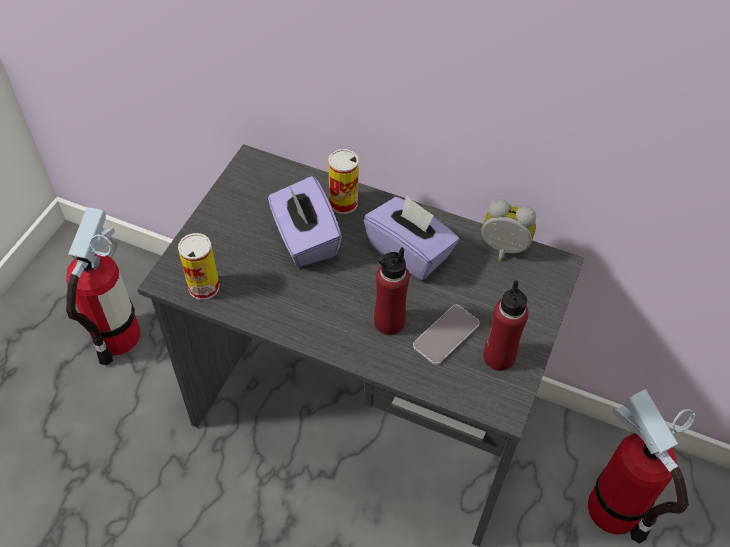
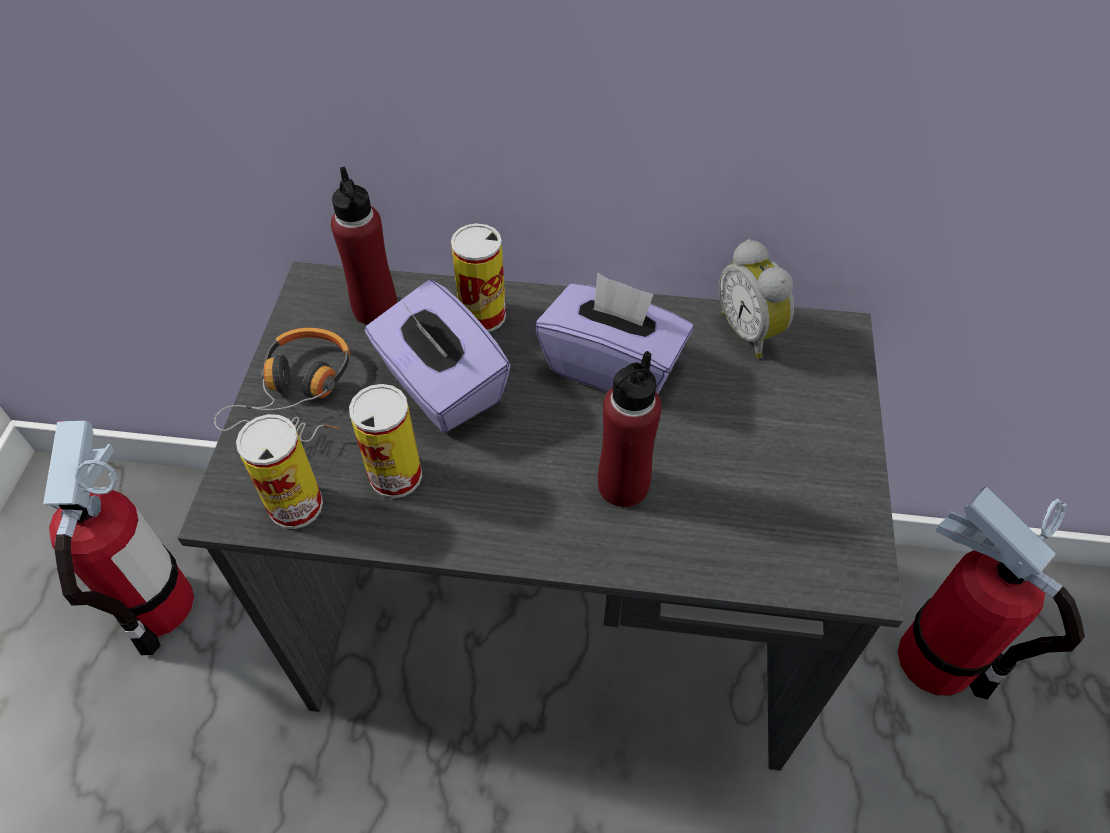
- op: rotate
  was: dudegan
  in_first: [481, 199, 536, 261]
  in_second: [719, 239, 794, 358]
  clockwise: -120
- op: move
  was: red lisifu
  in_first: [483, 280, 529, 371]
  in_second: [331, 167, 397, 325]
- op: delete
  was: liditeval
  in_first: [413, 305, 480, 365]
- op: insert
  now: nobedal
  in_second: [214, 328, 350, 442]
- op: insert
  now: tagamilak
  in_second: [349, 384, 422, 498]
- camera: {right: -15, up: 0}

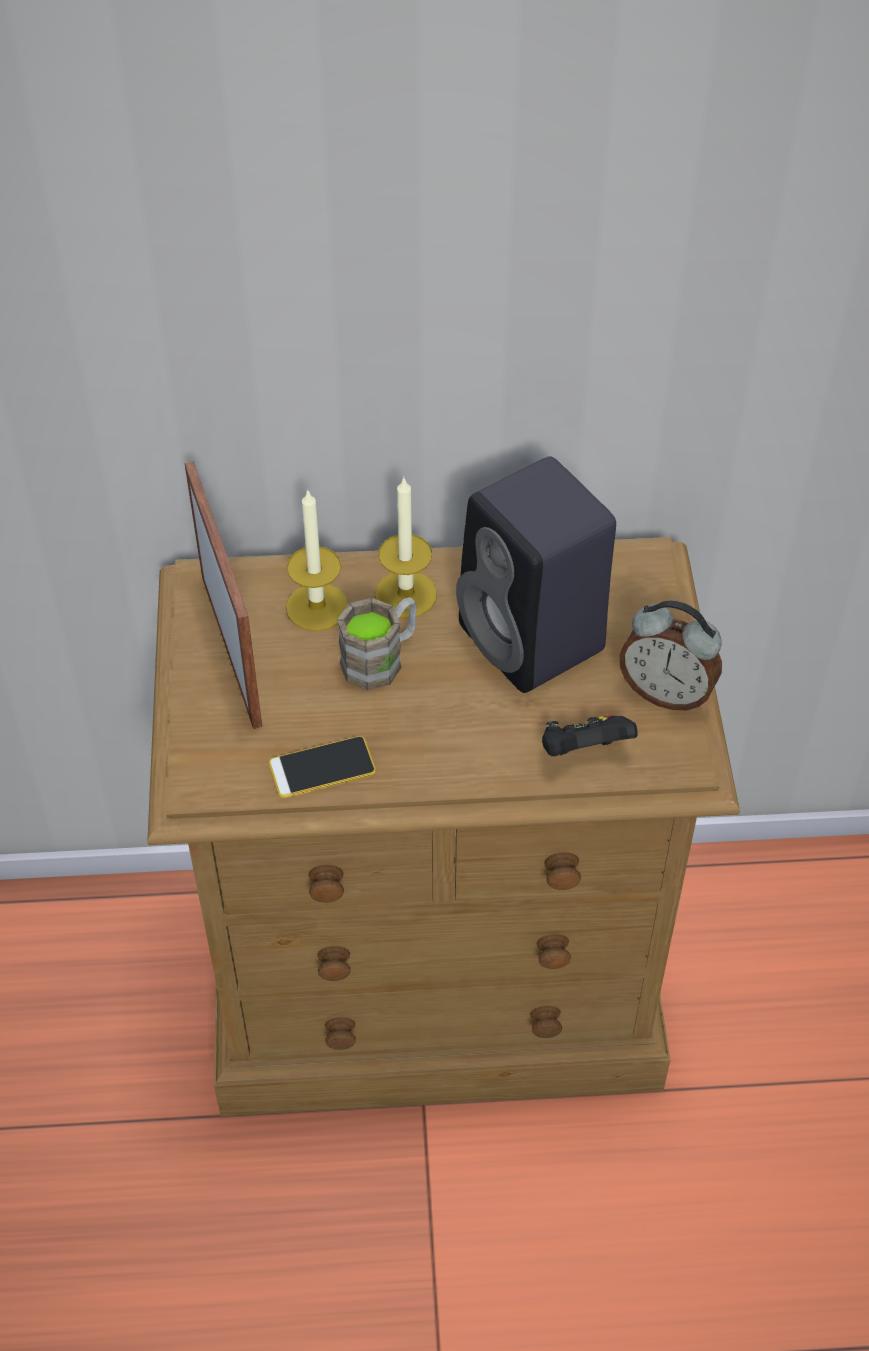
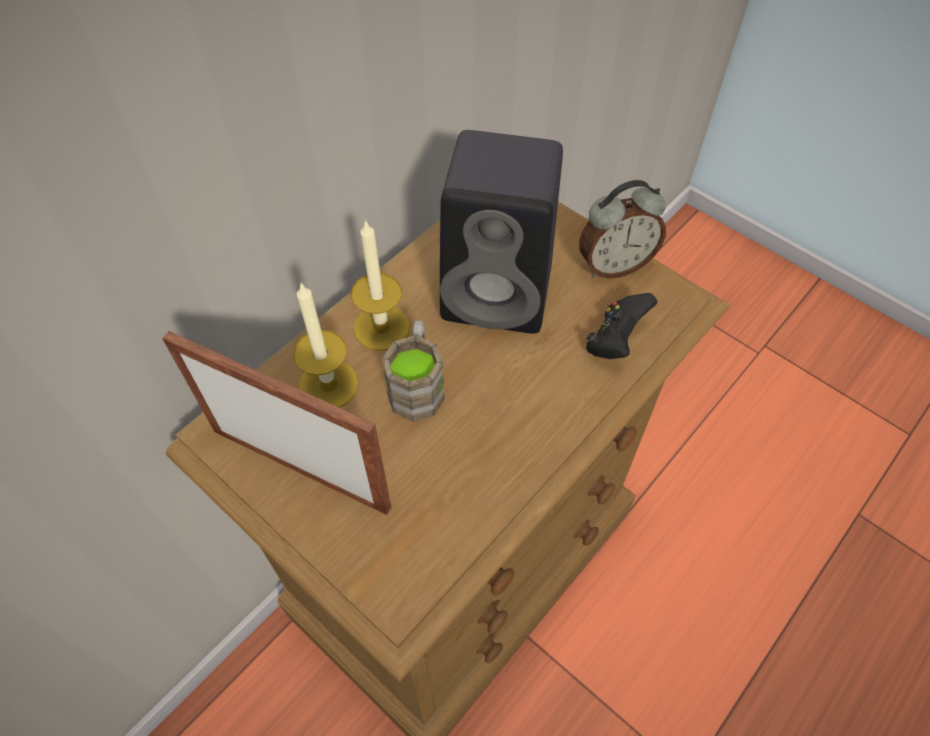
- op: delete
  was: liditeval
  in_first: [268, 736, 376, 798]
- camera: {right: -45, up: 5}

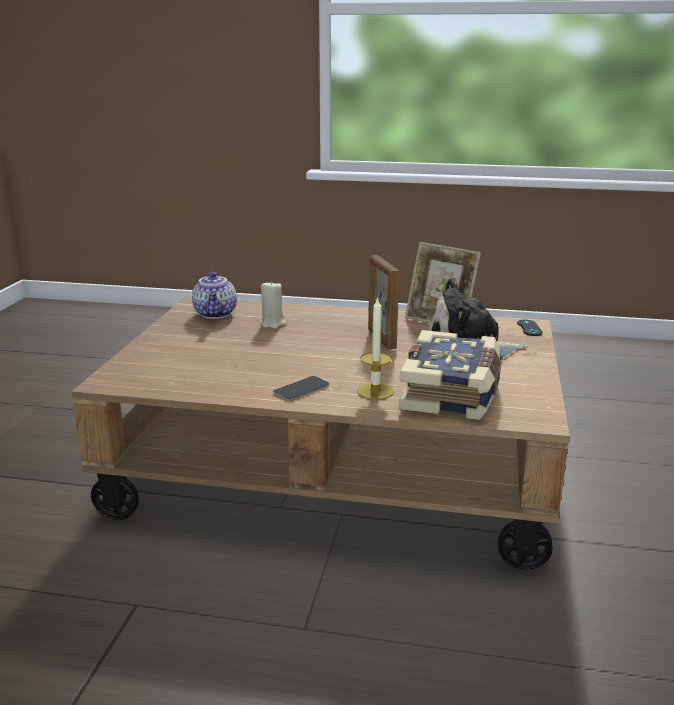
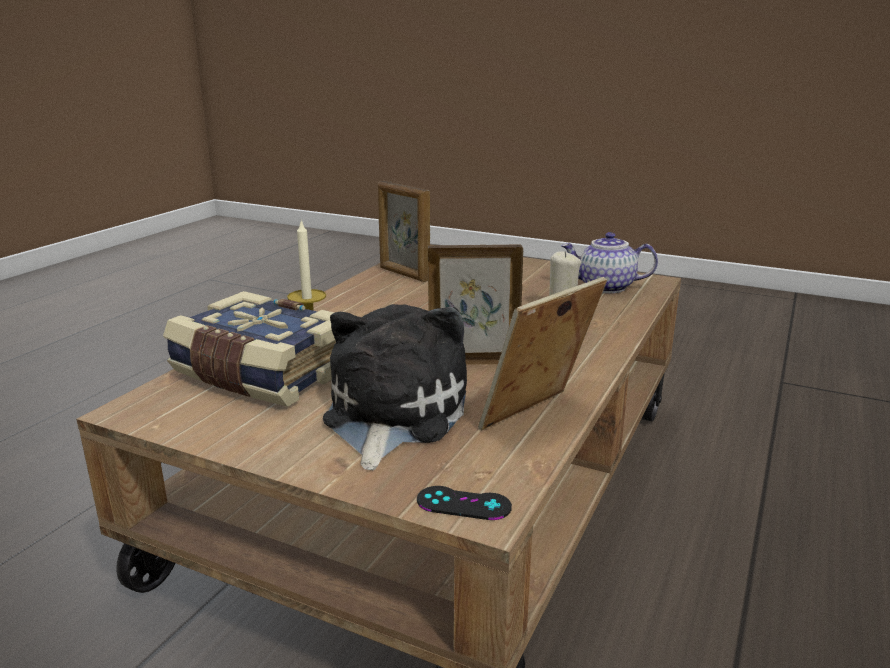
- op: delete
  was: liditeval
  in_first: [273, 376, 329, 401]
- op: insert
  now: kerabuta
  in_second: [378, 181, 430, 282]
- camera: {right: 105, up: 0}

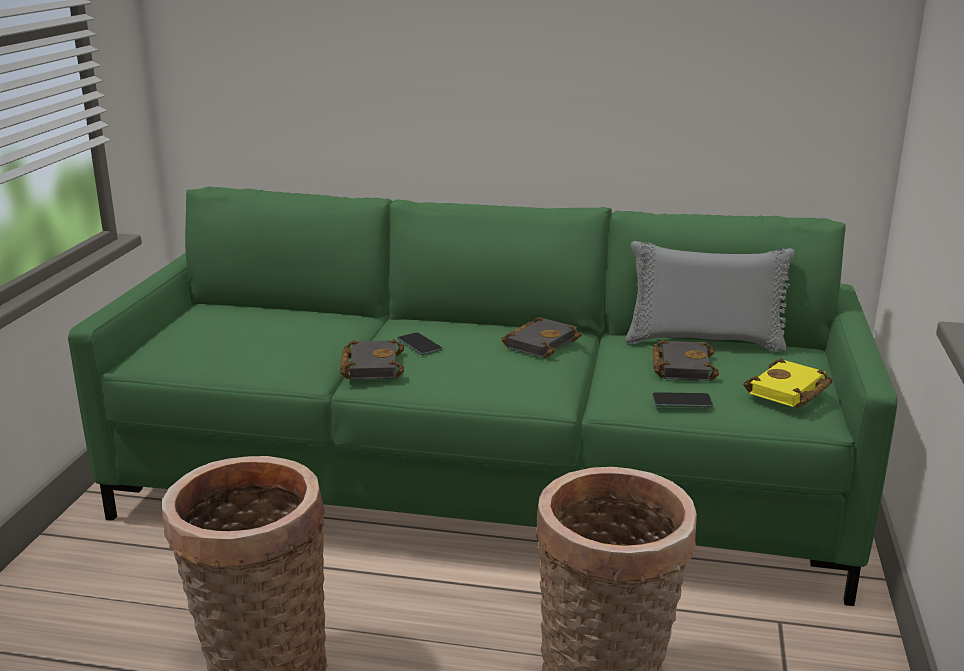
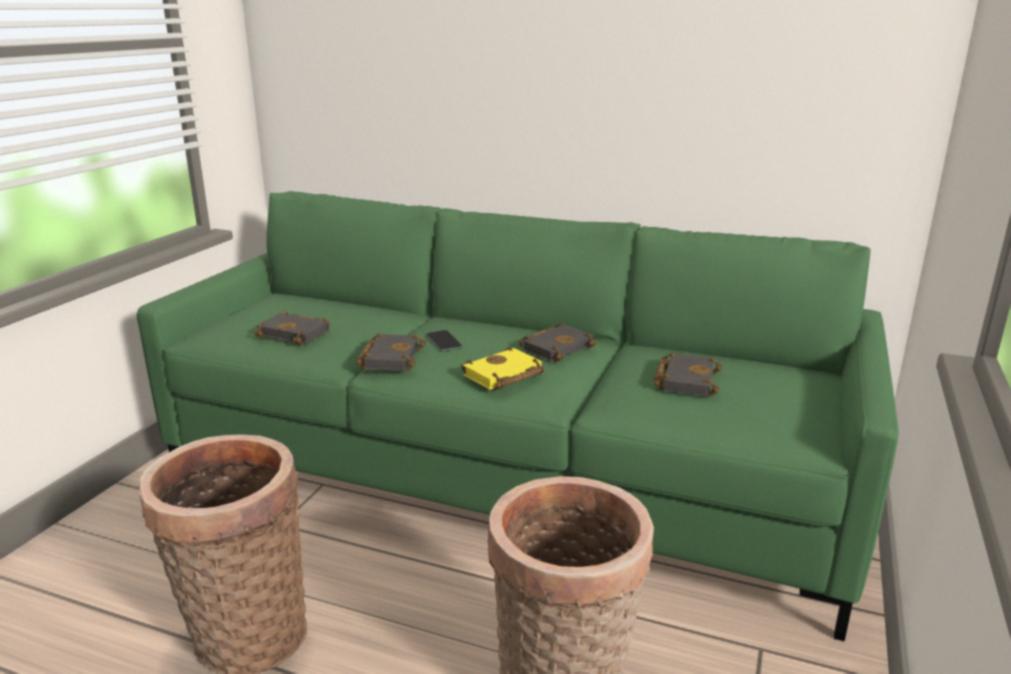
- op: delete
  was: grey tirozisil
  in_first: [625, 241, 795, 353]
- op: move
  was: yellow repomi
  in_first: [743, 358, 833, 408]
  in_second: [461, 346, 545, 391]
- op: delete
  was: liditeval
  in_first: [652, 392, 713, 407]
- op: insert
  now: black repomi
  in_second: [254, 311, 331, 345]
- camera: {right: 10, up: 0}

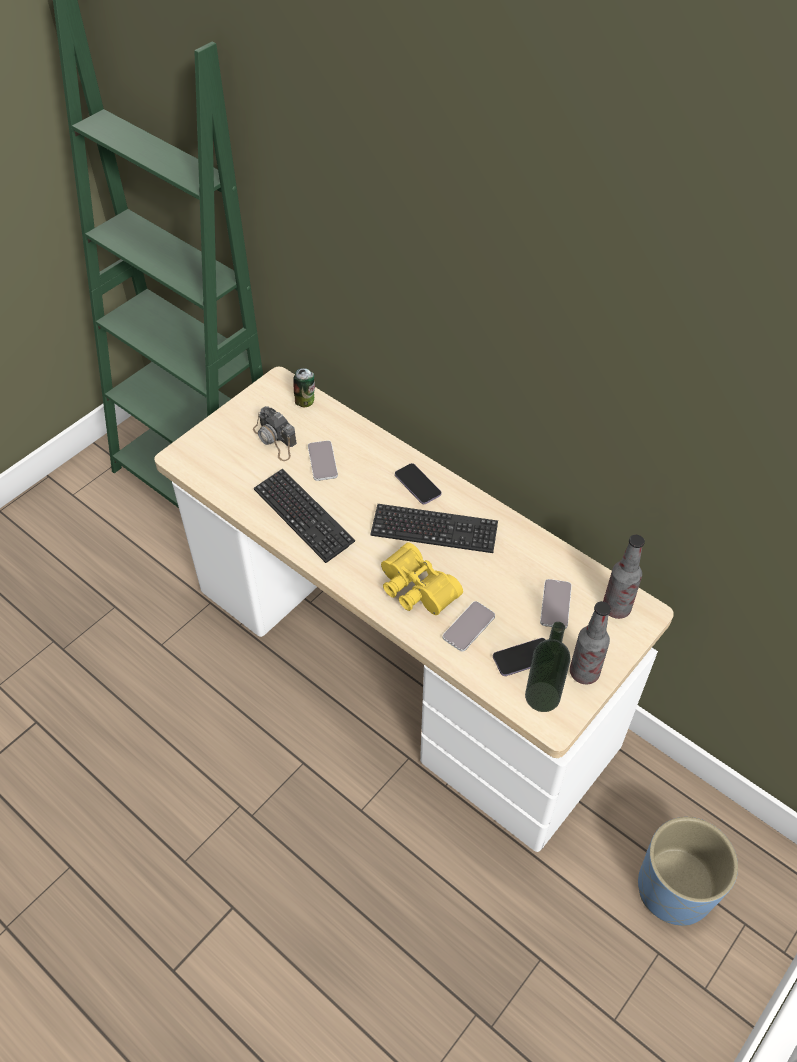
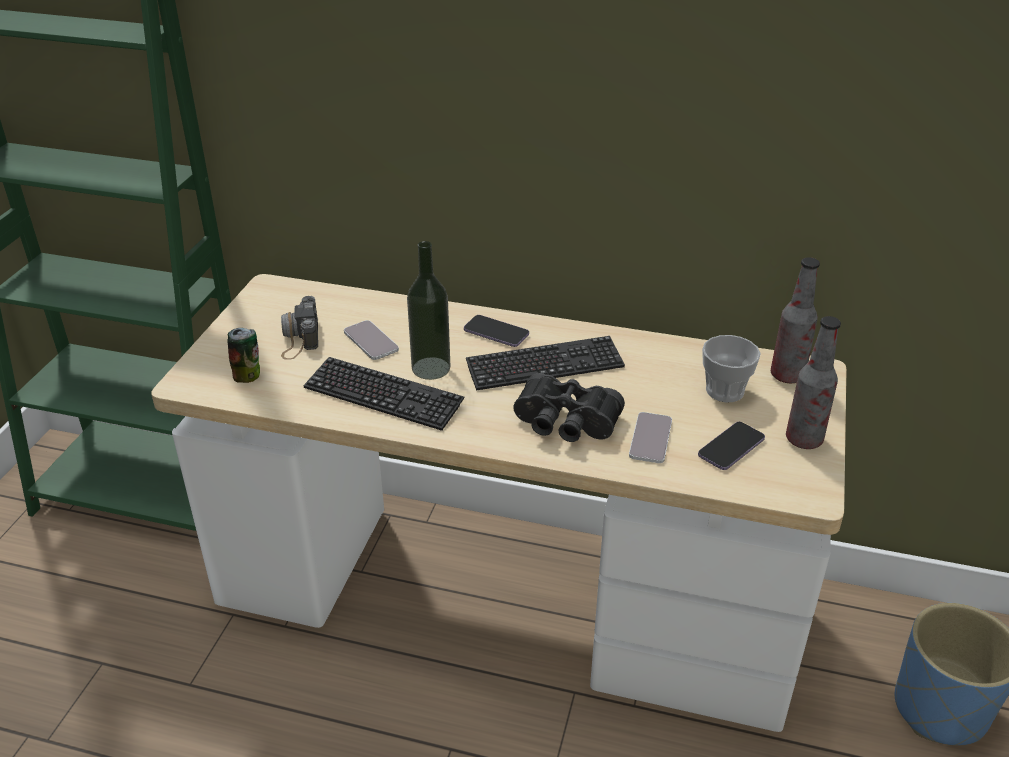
- op: move
  was: tagamilak
  in_first: [293, 368, 315, 407]
  in_second: [227, 328, 260, 383]
- op: rotate
  was: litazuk
  in_first: [253, 406, 297, 461]
  in_second: [281, 296, 318, 360]
  clockwise: 60
- op: recolor
  was: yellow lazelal
  now: black lazelal
  in_first: [381, 542, 463, 615]
  in_second: [513, 373, 625, 442]
- op: replace
  was: liditeval
  now: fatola
  in_first: [540, 579, 572, 629]
  in_second: [702, 335, 761, 402]
- op: move
  was: lisifu
  in_first: [525, 622, 571, 712]
  in_second: [407, 241, 451, 380]
- camera: {right: -25, up: -15}

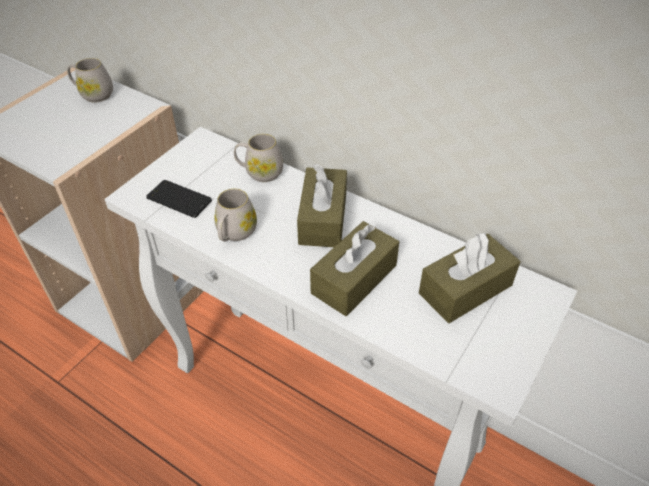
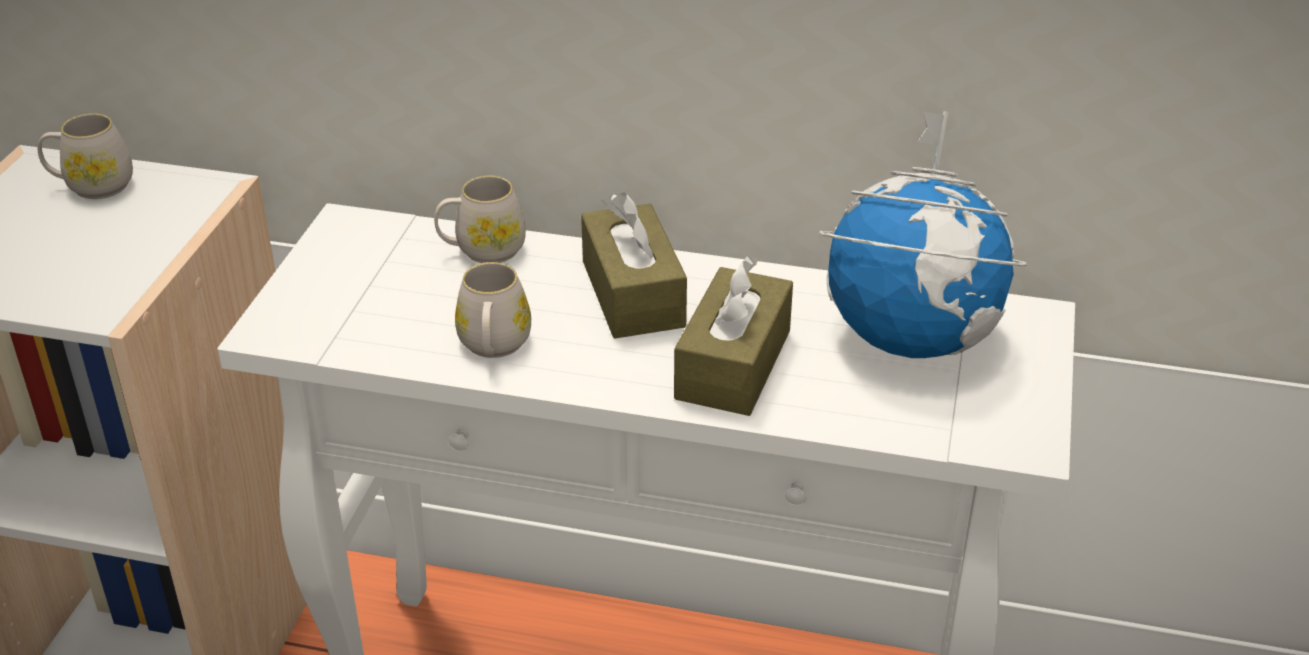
- op: delete
  was: liditeval
  in_first: [146, 180, 212, 218]
- op: replace
  was: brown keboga
  now: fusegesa
  in_first: [419, 232, 520, 323]
  in_second: [819, 111, 1027, 358]
- camera: {right: -20, up: -10}

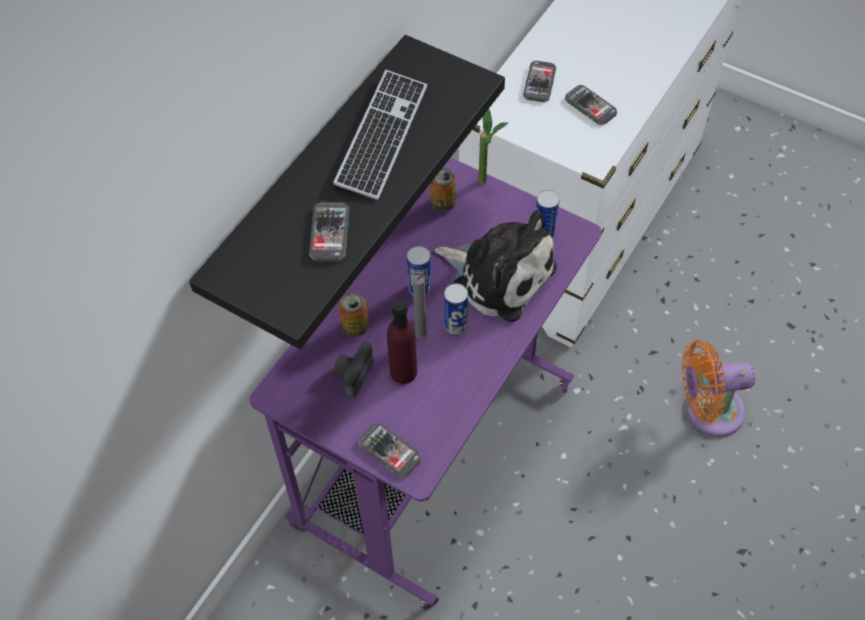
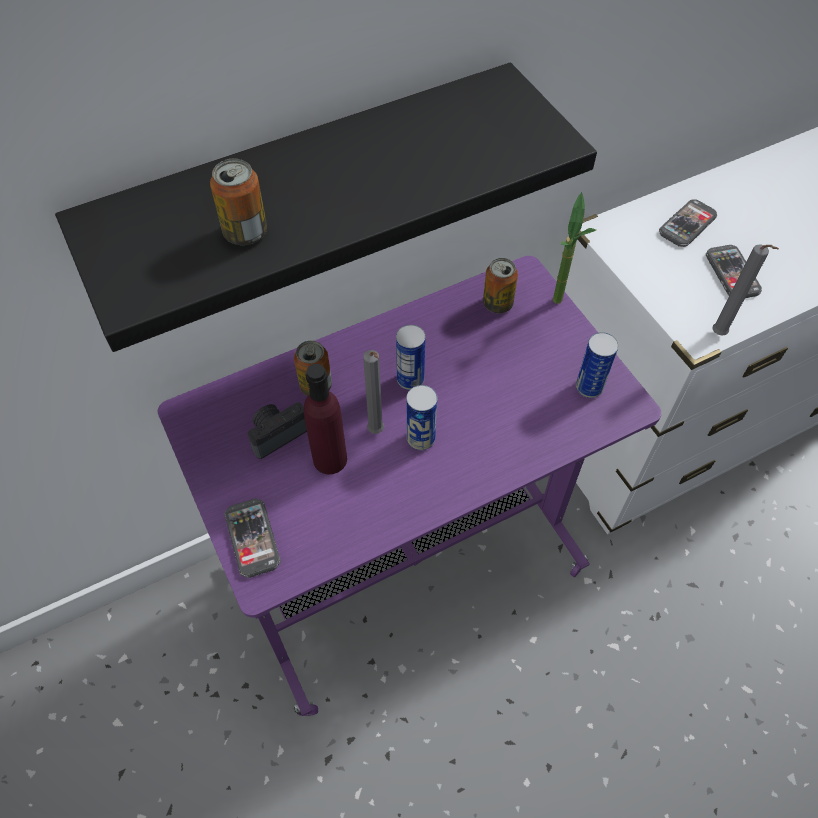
- op: delete
  was: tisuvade
  in_first: [333, 70, 427, 200]
- op: replace
  was: liditeval
  now: tagamilak
  in_first: [309, 202, 350, 262]
  in_second: [210, 159, 267, 245]
- op: delete
  was: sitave
  in_first: [435, 210, 557, 322]
- op: delete
  was: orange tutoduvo
  in_first: [682, 340, 756, 437]
- op: insert
  now: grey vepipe
  in_second: [712, 244, 779, 336]
- camera: {right: 30, up: 0}

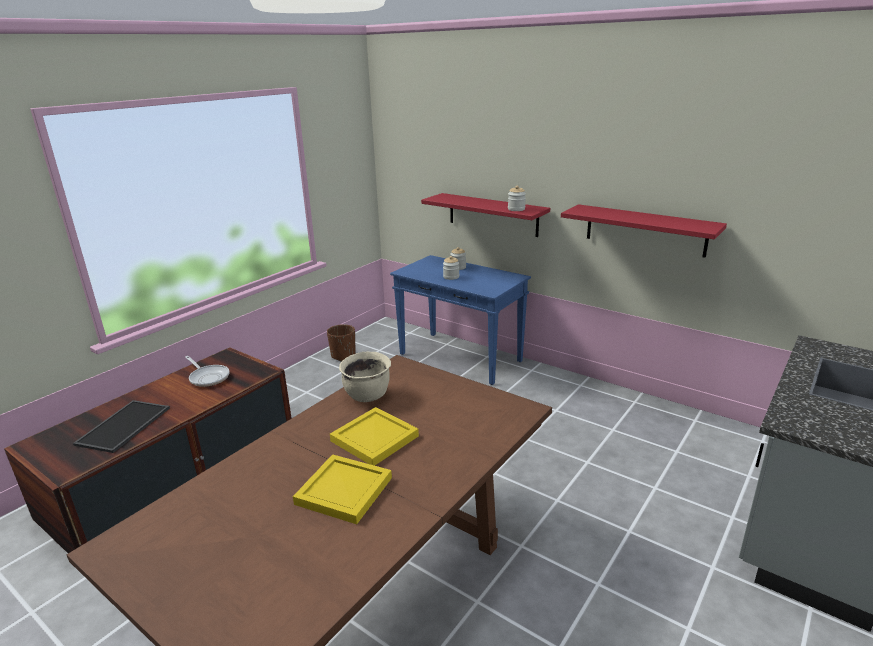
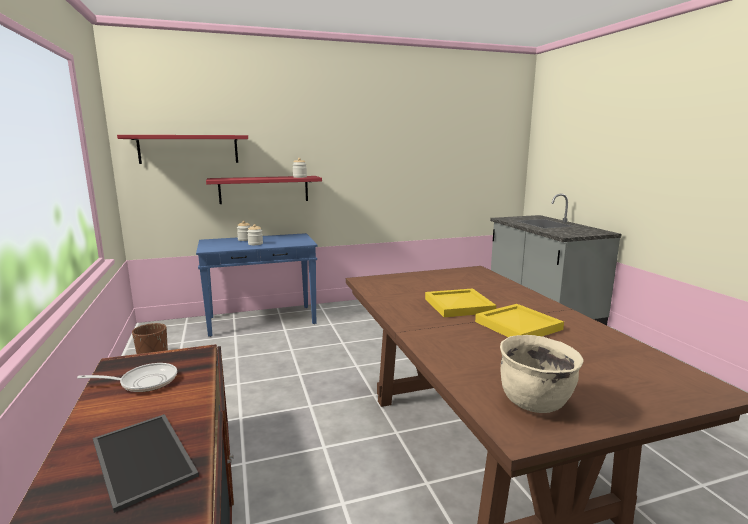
- op: move
  was: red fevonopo
  in_first: [561, 204, 727, 258]
  in_second: [117, 135, 248, 164]
- op: move
  was: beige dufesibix
  in_first: [339, 352, 391, 402]
  in_second: [500, 335, 584, 413]
- camera: {right: -55, up: -10}

